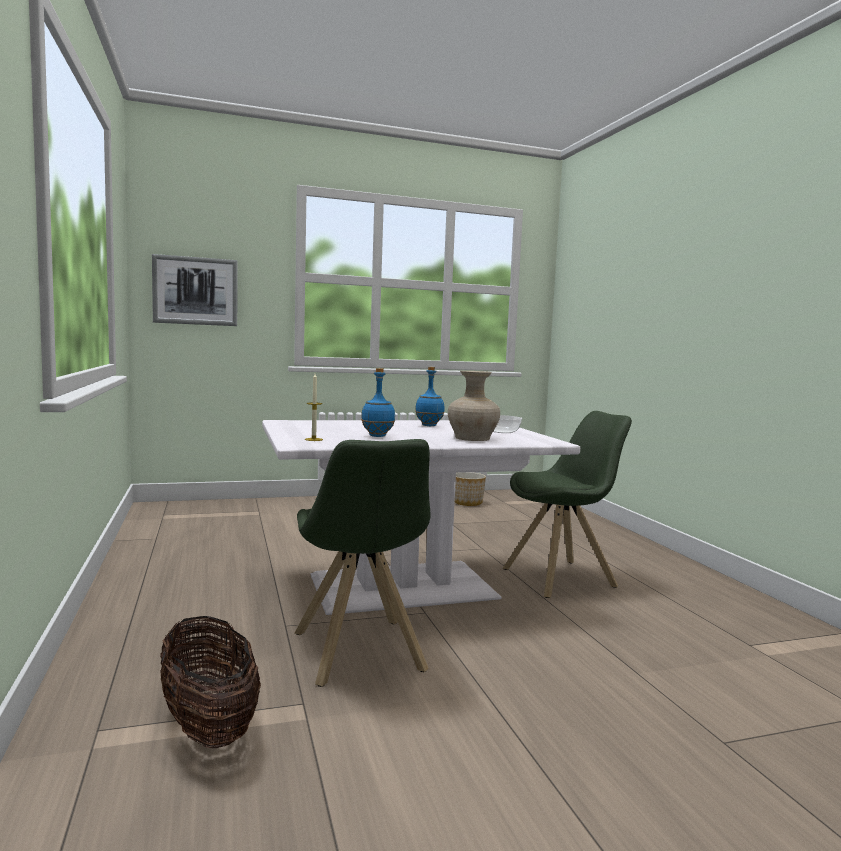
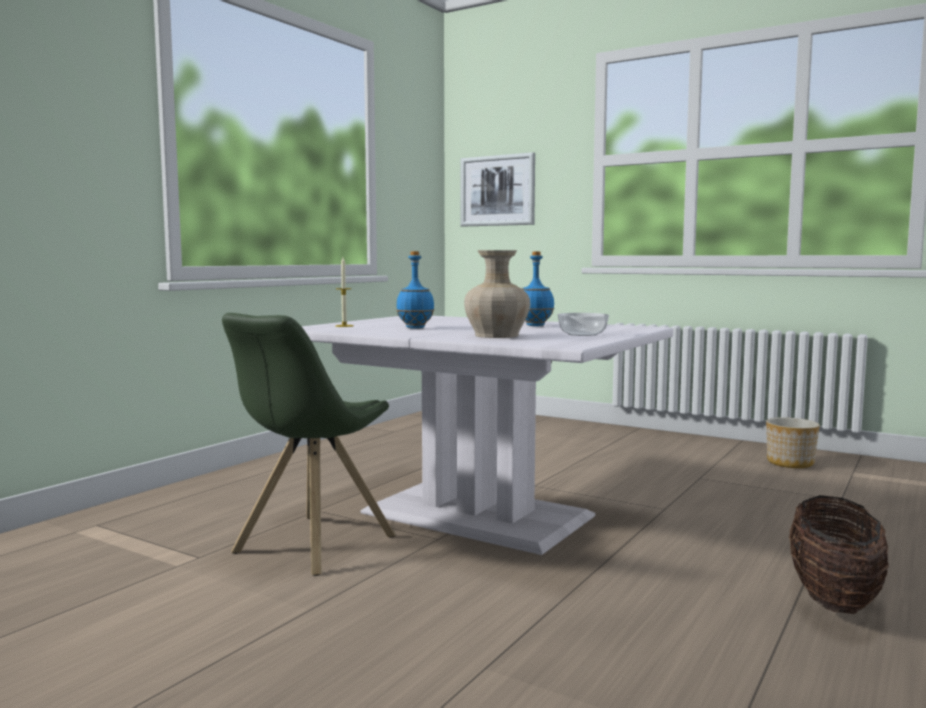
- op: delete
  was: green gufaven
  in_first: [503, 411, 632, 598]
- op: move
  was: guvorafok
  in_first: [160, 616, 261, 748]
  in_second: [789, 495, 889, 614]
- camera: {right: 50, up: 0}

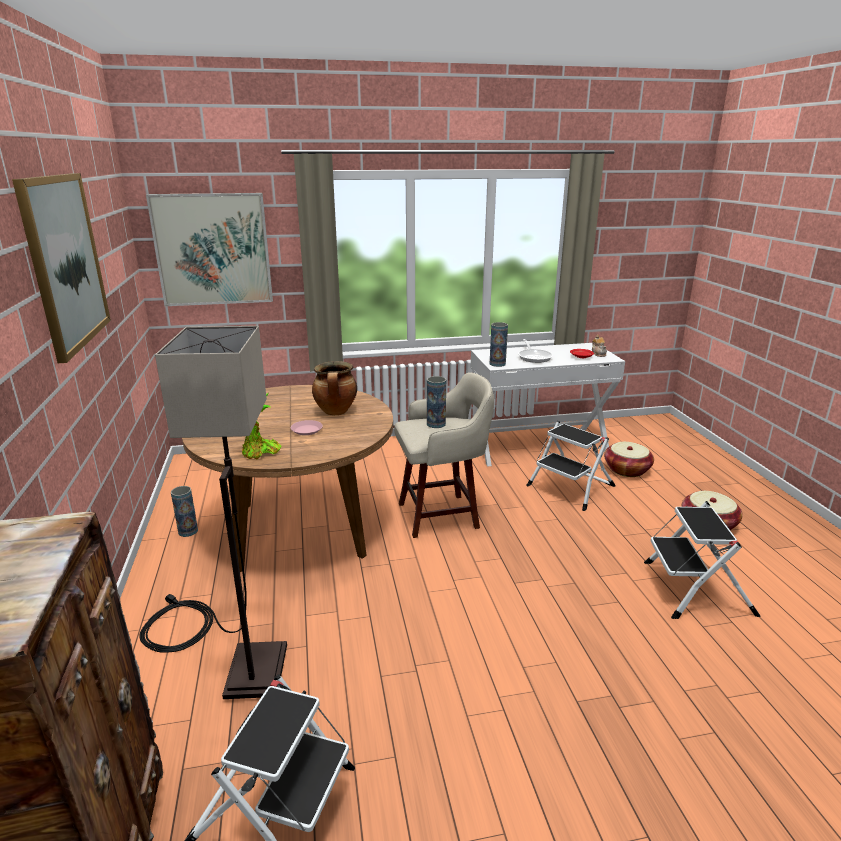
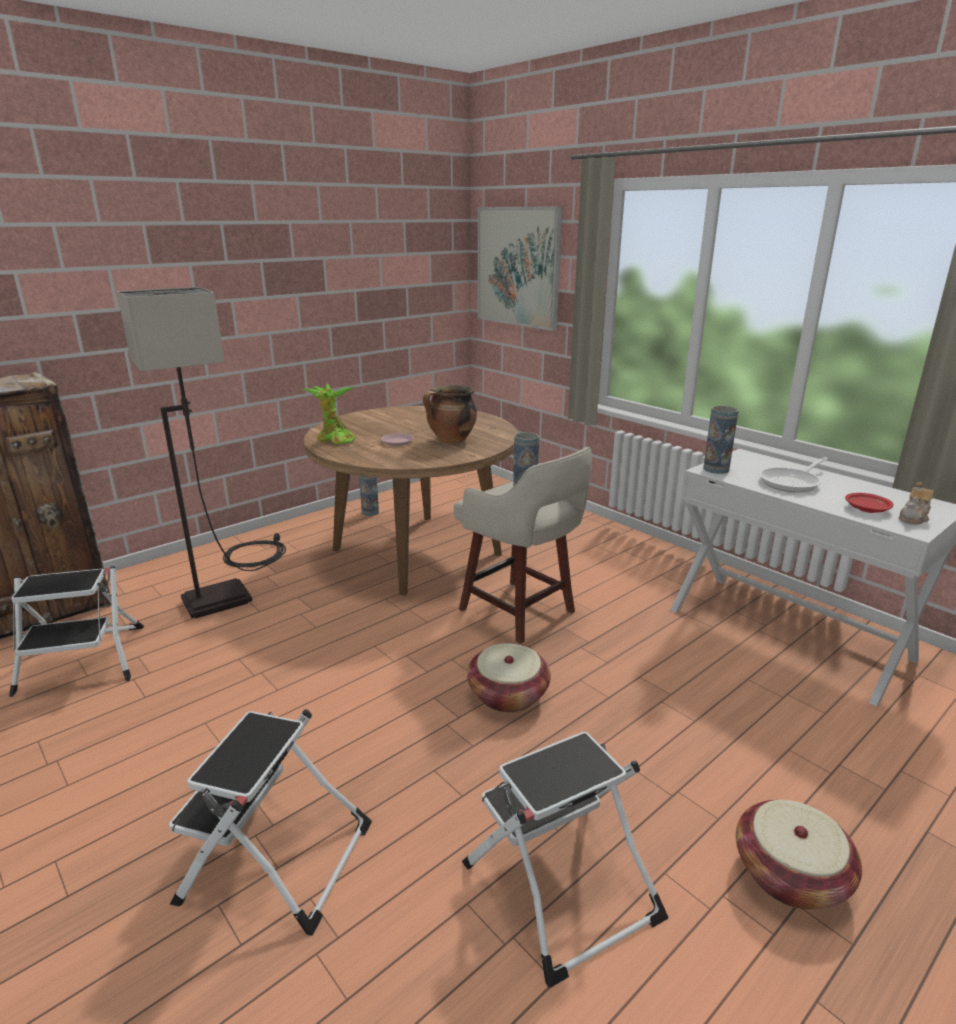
- op: delete
  was: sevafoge
  in_first: [12, 173, 111, 363]
- op: move
  was: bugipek
  in_first: [526, 421, 616, 511]
  in_second: [169, 709, 372, 936]
- op: move
  was: guvorafok
  in_first: [604, 442, 654, 477]
  in_second: [467, 643, 551, 713]
- camera: {right: 60, up: 0}

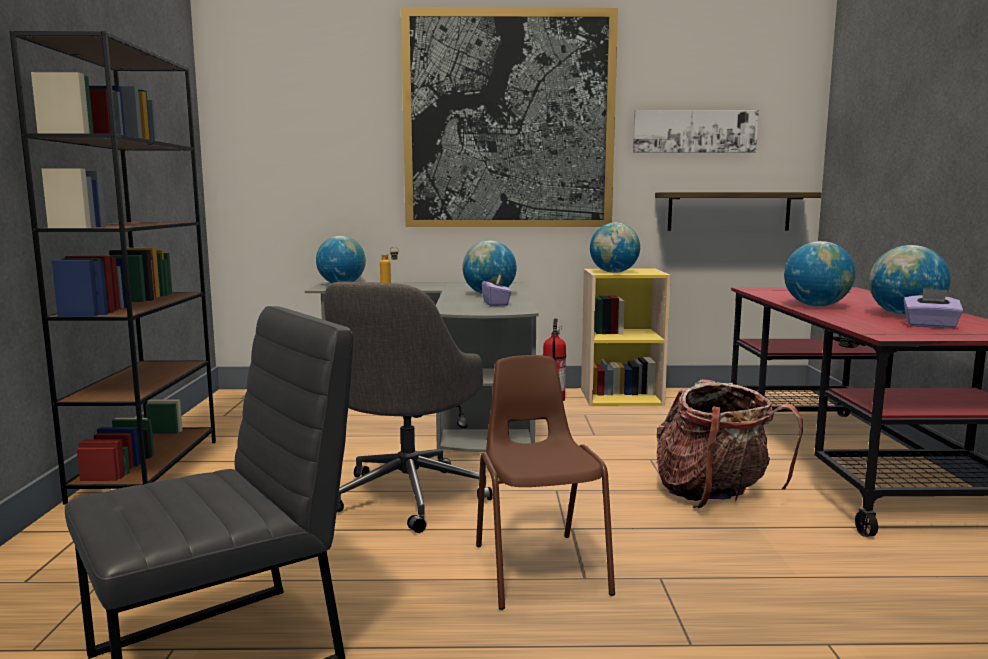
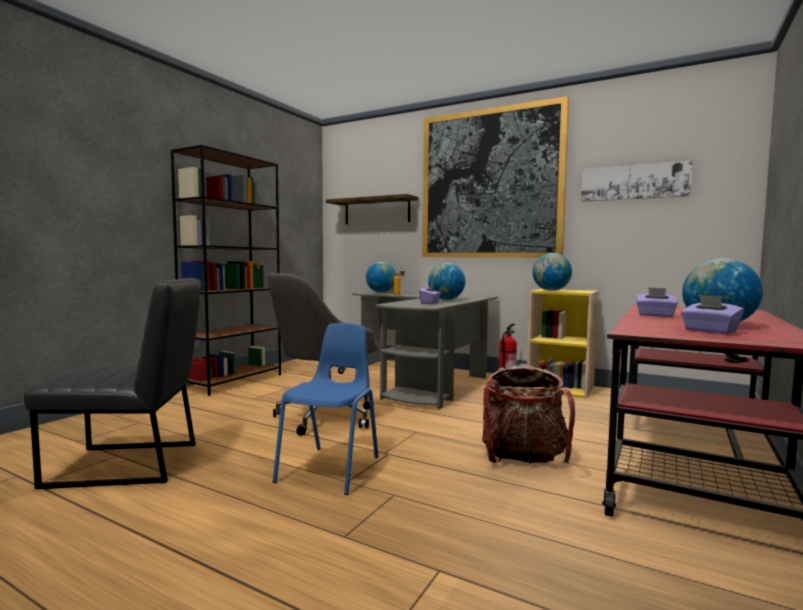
- op: move
  was: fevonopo
  in_first: [655, 192, 822, 231]
  in_second: [326, 194, 418, 224]
- op: replace
  was: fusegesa
  now: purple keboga
  in_first: [784, 241, 855, 307]
  in_second: [636, 287, 678, 317]
- op: recolor
  was: brown gufaven
  now: blue gufaven
  in_first: [476, 355, 615, 610]
  in_second: [273, 323, 379, 495]
- camera: {right: 30, up: -5}

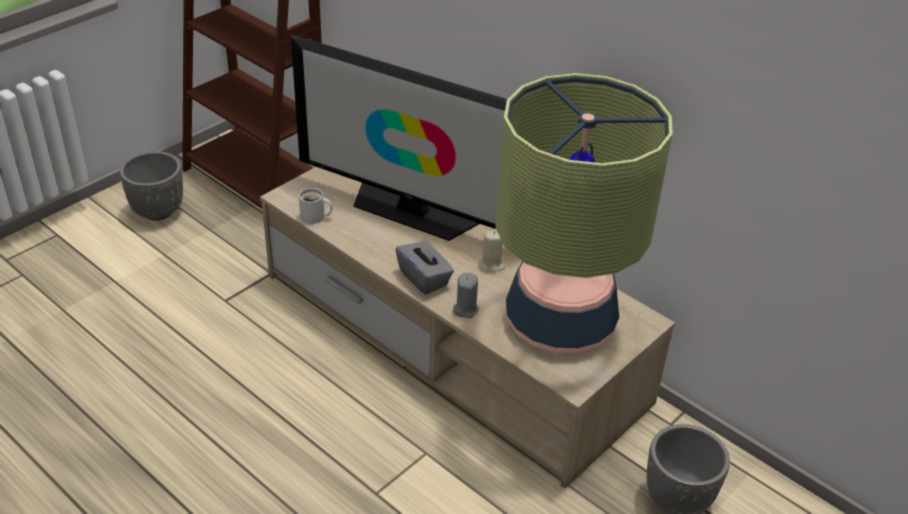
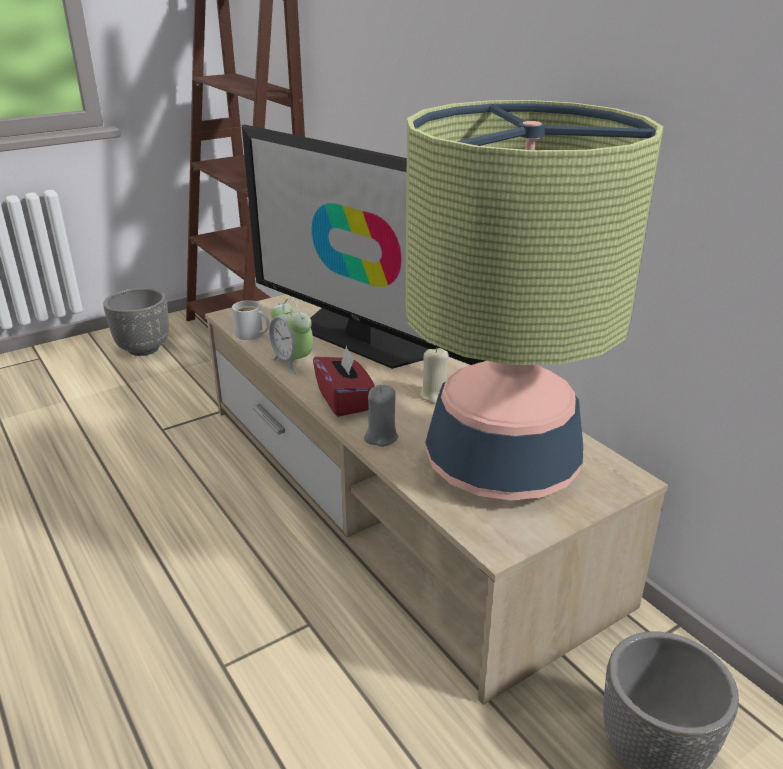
- op: recolor
  was: grey keboga
  now: red keboga
  in_first: [396, 237, 454, 295]
  in_second: [313, 345, 375, 417]
- op: insert
  now: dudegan
  in_second: [269, 298, 313, 374]
- camera: {right: 15, up: -10}

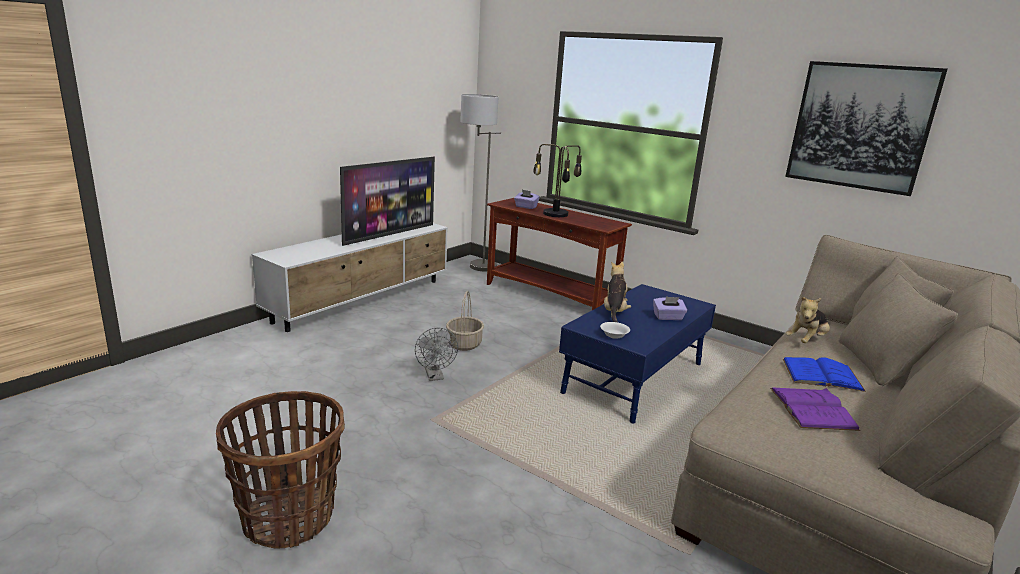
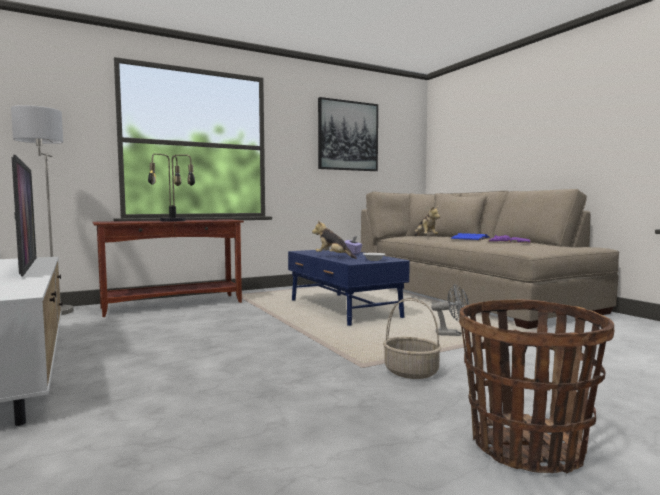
- op: delete
  was: purple keboga
  in_first: [514, 190, 540, 209]
- op: move
  was: guvorafok
  in_first: [446, 291, 484, 351]
  in_second: [383, 298, 441, 379]
- op: move
  was: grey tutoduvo
  in_first: [415, 328, 458, 381]
  in_second: [431, 284, 469, 336]
- camera: {right: -65, up: -15}

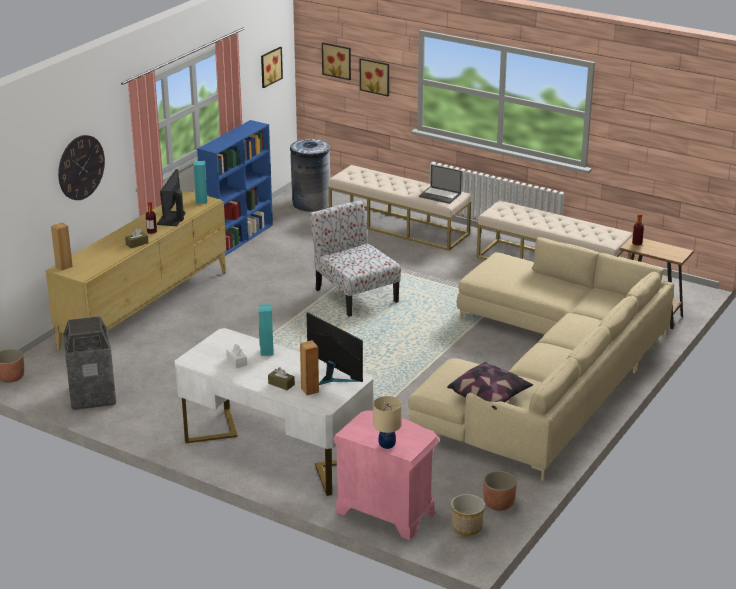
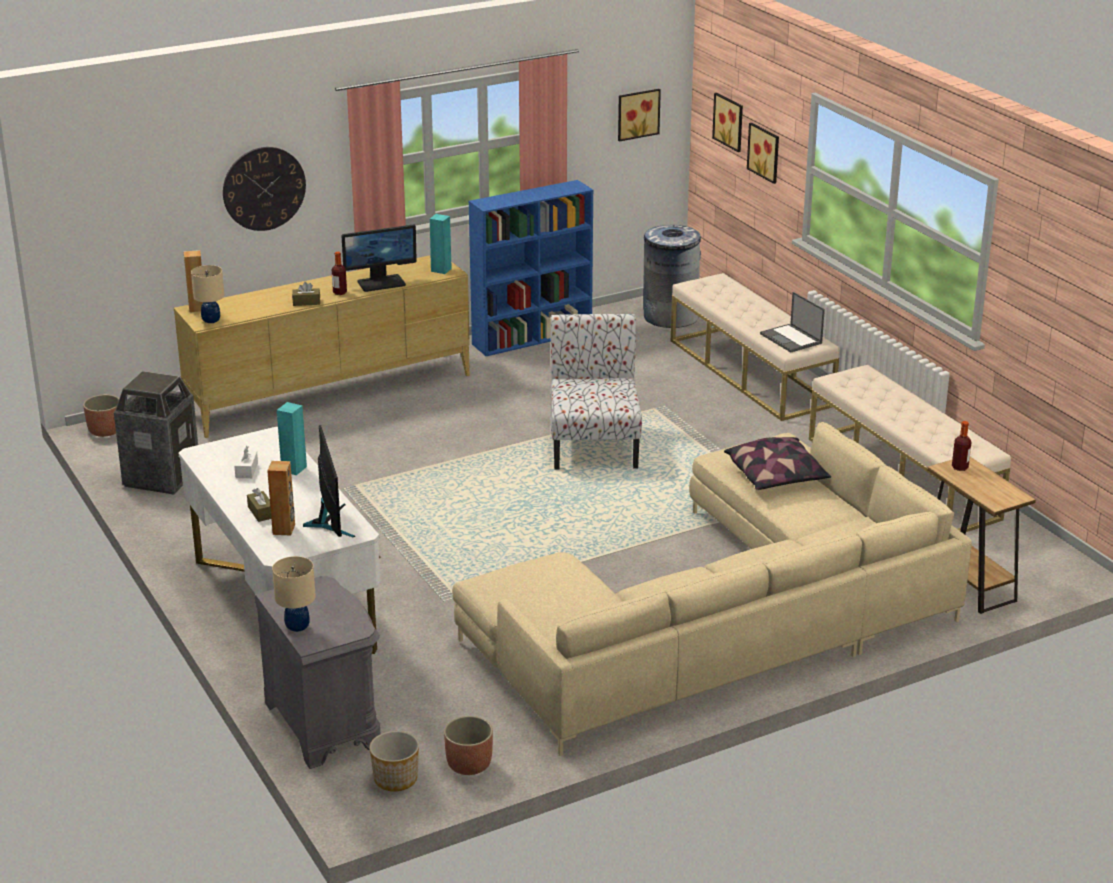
- op: rotate
  was: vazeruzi
  in_first: [157, 169, 186, 226]
  in_second: [342, 224, 417, 292]
  clockwise: -150
- op: move
  was: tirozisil
  in_first: [447, 362, 533, 410]
  in_second: [724, 437, 831, 490]
- op: recolor
  was: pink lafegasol
  now: grey lafegasol
  in_first: [333, 410, 439, 540]
  in_second: [254, 576, 380, 769]
- op: insert
  now: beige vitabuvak
  in_second: [191, 265, 224, 323]
- camera: {right: 30, up: 0}

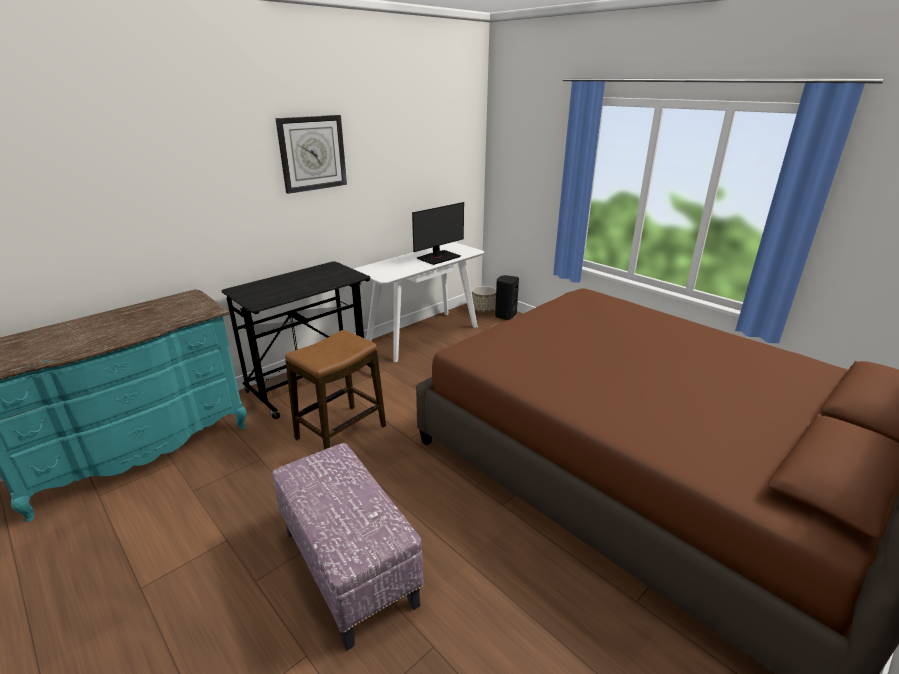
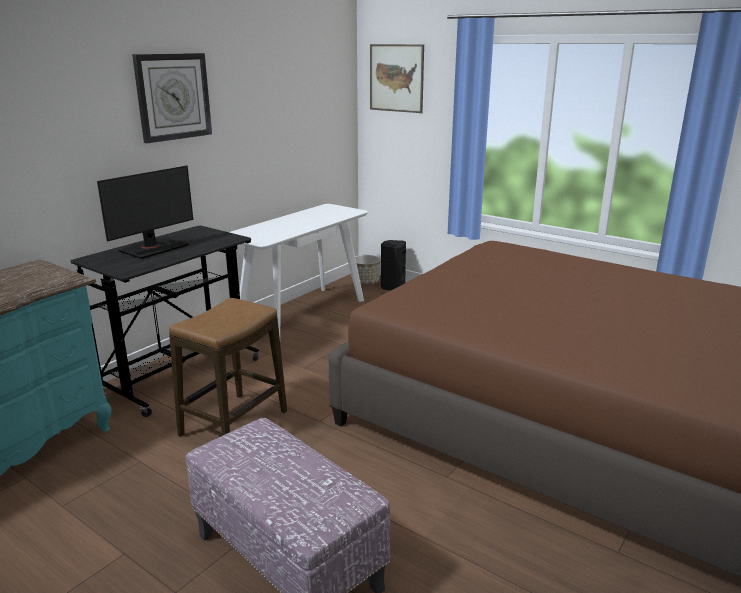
- op: move
  was: vazeruzi
  in_first: [412, 202, 464, 265]
  in_second: [97, 166, 193, 259]
- op: insert
  now: sevafoge
  in_second: [370, 44, 424, 113]
- camera: {right: -10, up: -5}

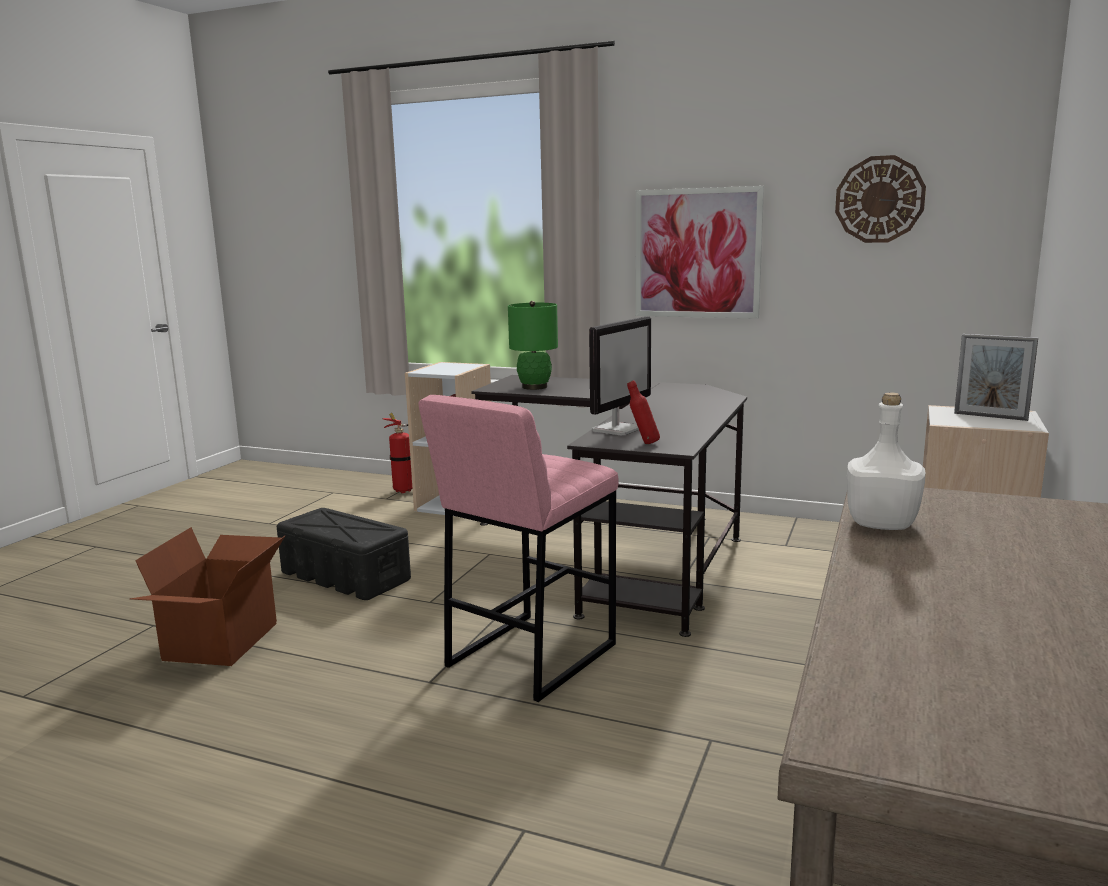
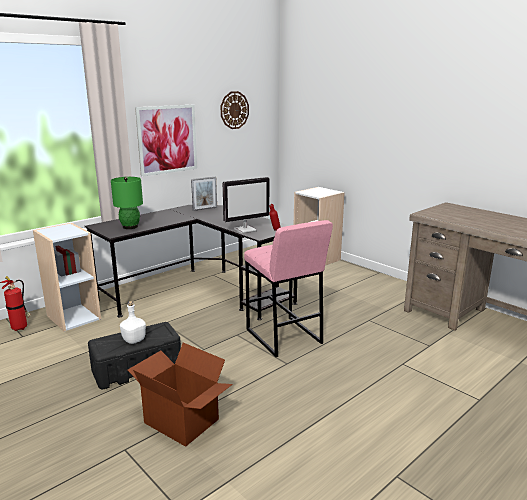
- op: rotate
  was: vazeruzi
  in_first: [589, 316, 651, 435]
  in_second: [223, 177, 269, 233]
  clockwise: 90
- op: move
  was: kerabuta
  in_first: [954, 334, 1038, 421]
  in_second: [191, 177, 217, 211]
- op: move
  was: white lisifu
  in_first: [847, 392, 925, 530]
  in_second: [120, 301, 146, 344]
- camera: {right: -65, up: 5}

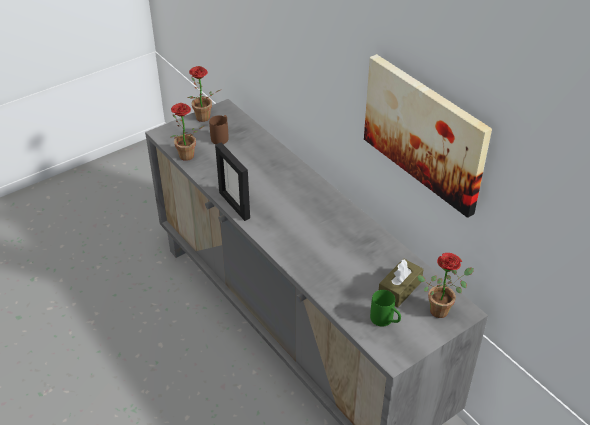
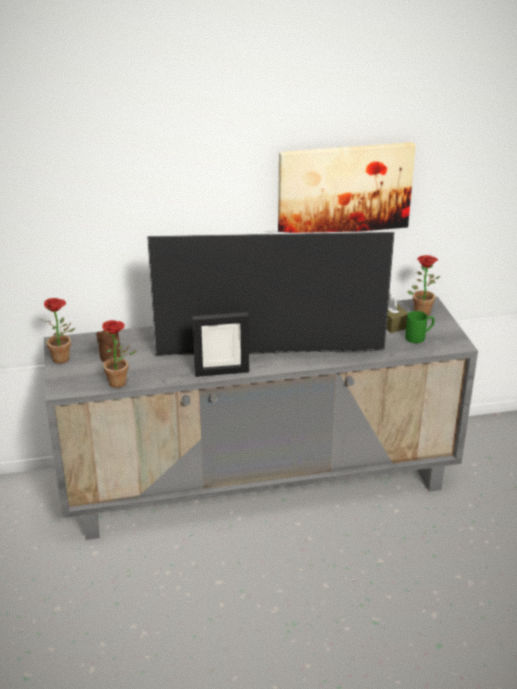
- op: insert
  now: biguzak
  in_second: [147, 230, 395, 355]
- camera: {right: -65, up: -10}

